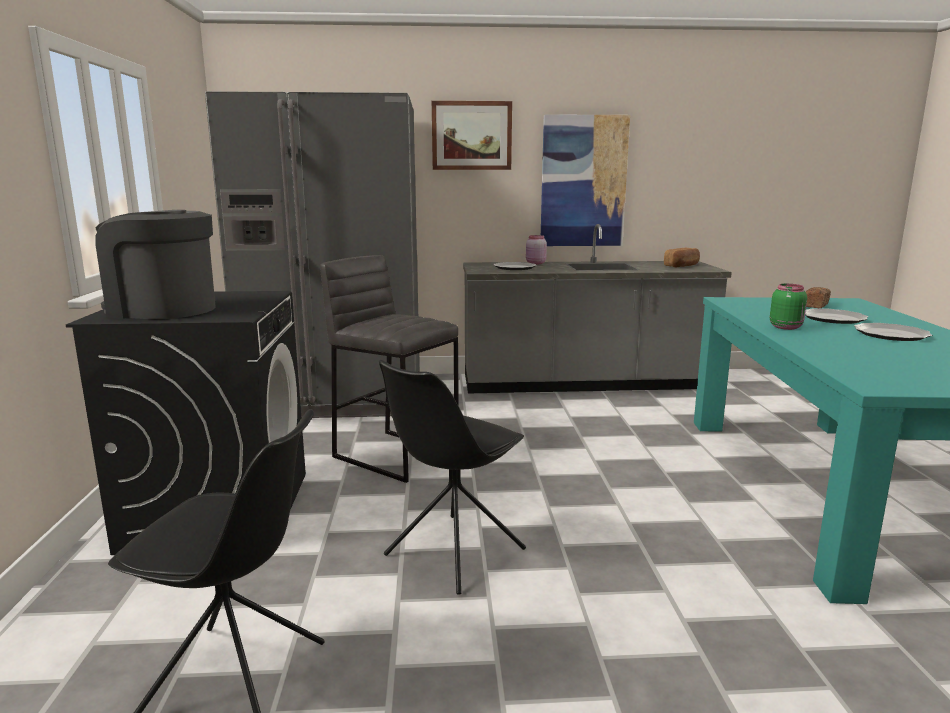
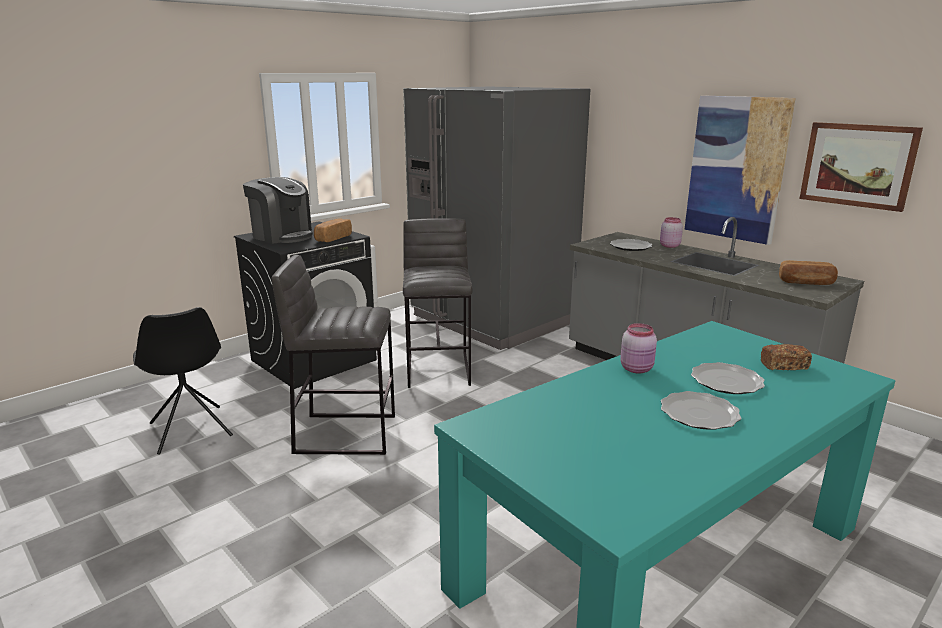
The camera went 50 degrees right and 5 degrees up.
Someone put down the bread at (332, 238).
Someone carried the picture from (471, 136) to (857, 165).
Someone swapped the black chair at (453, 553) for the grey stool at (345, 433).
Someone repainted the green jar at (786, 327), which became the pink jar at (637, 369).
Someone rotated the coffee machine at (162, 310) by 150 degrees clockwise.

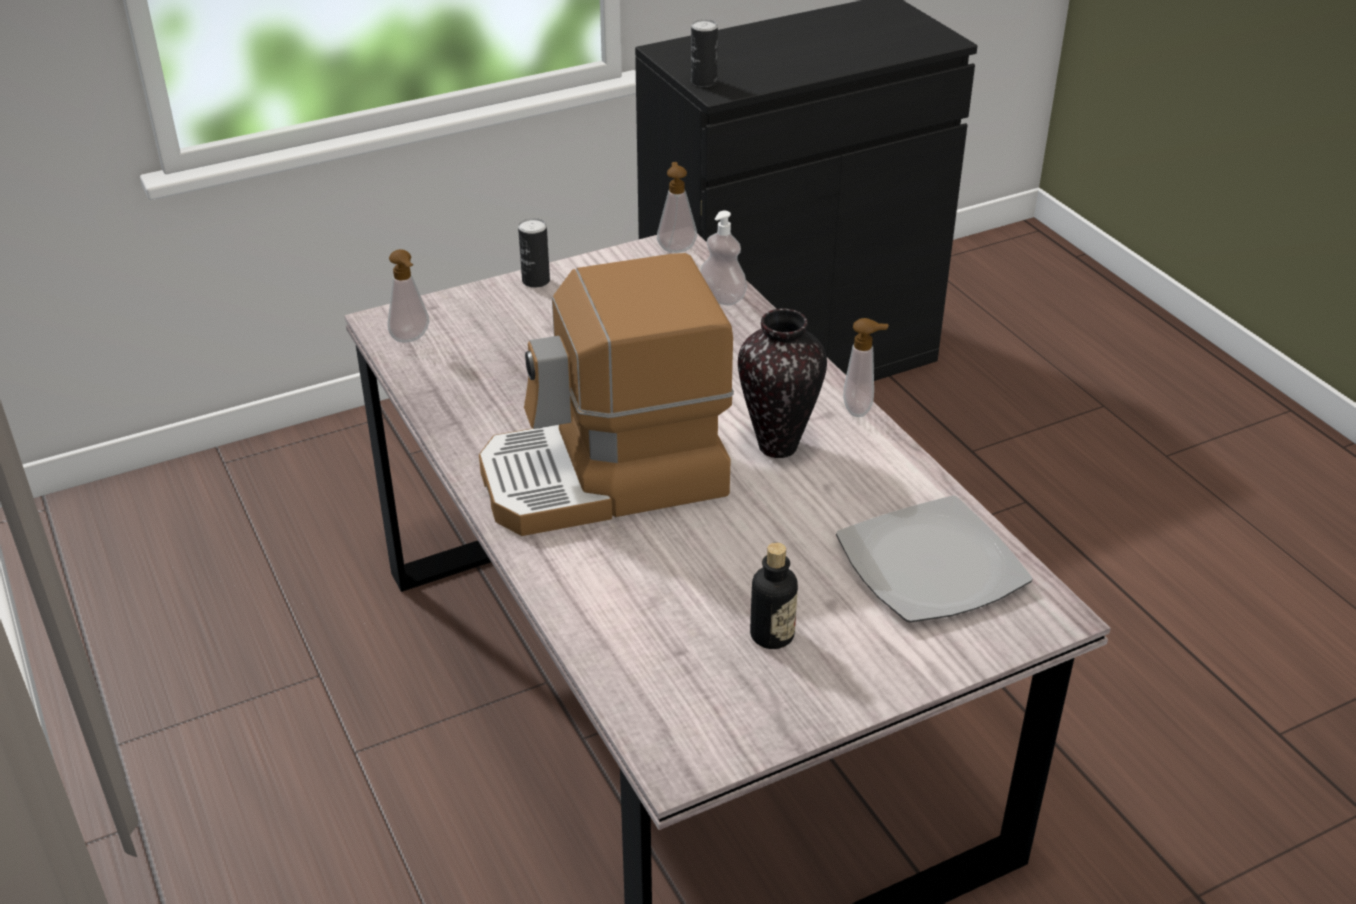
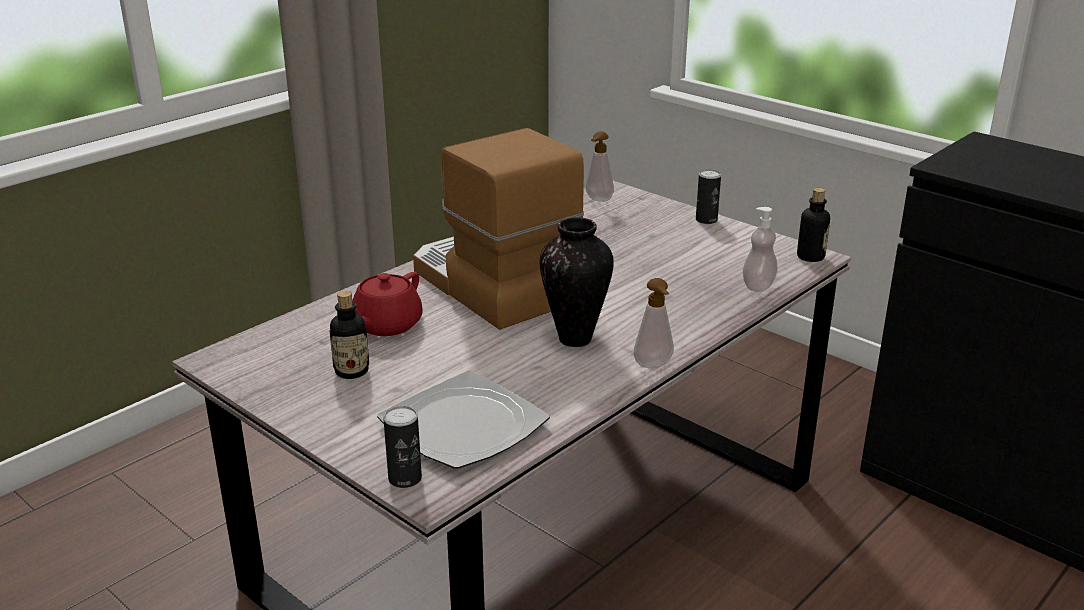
The camera went 70 degrees right and 10 degrees down.
Someone put down the red teapot at (386, 325).
Someone carried the can from (703, 82) to (405, 478).
Someone swapped the soap dispenser at (676, 247) for the bottle at (810, 257).

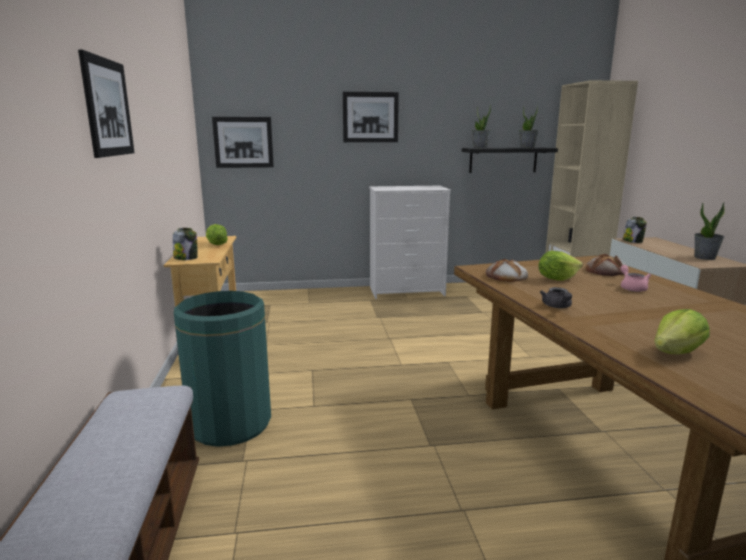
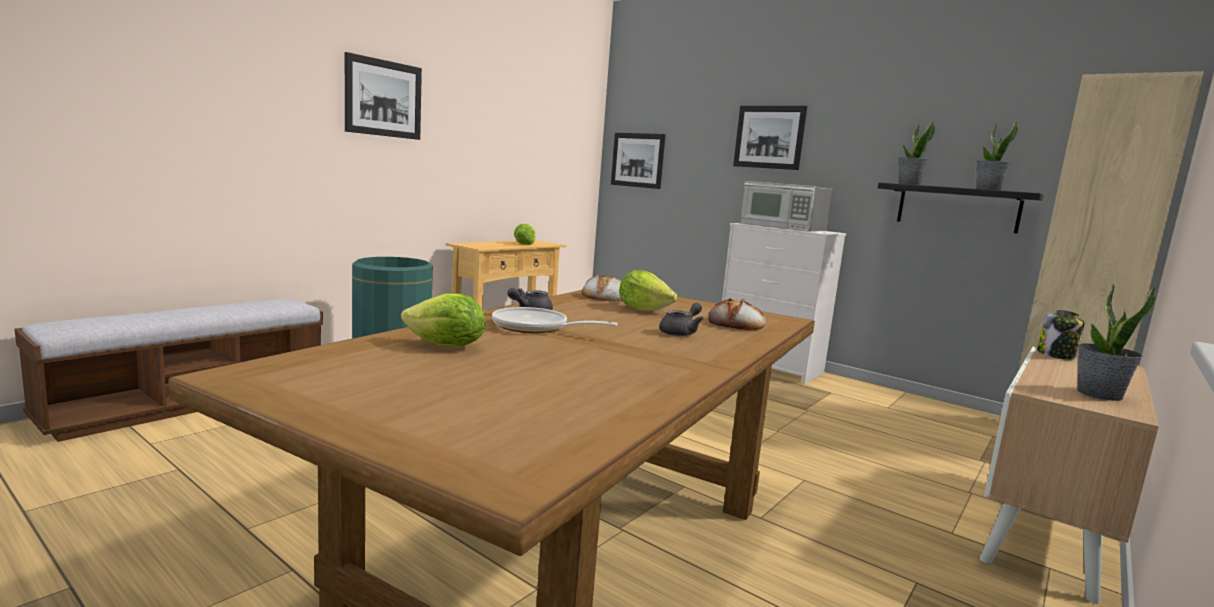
The camera went 45 degrees right and 5 degrees down.
Someone took away the jar at (186, 258).
Someone put down the frying pan at (536, 328).
Someone put down the microwave at (782, 227).
Someone repainted the pink teapot at (632, 288), which became the grey teapot at (681, 333).

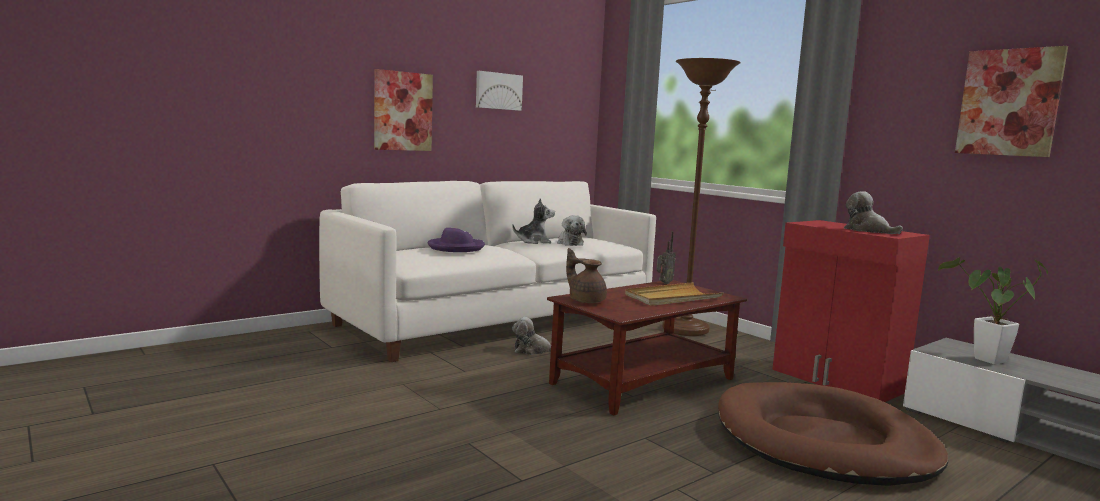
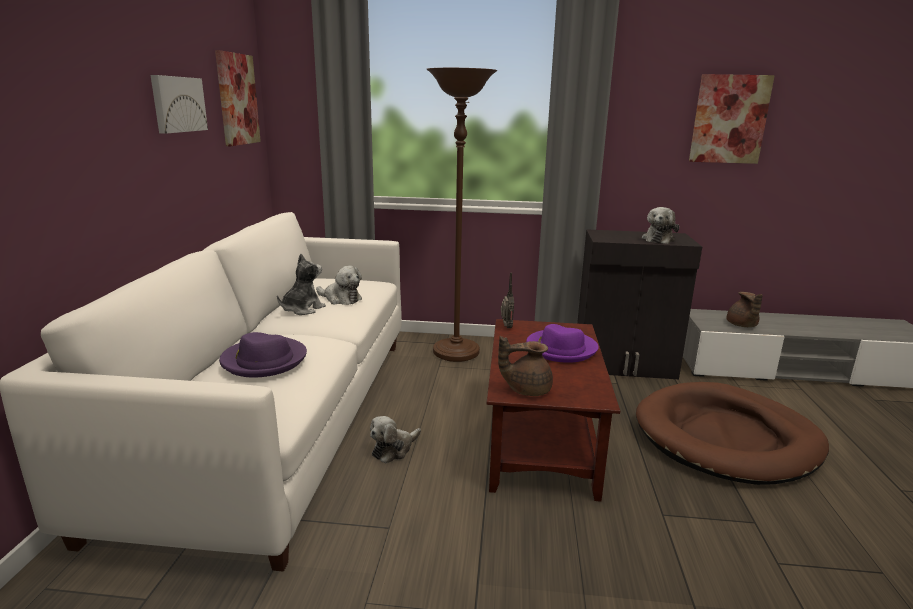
The camera went 45 degrees left and 10 degrees up.
Someone carried the picture from (403, 111) to (237, 99).
Someone swapped the beige tray at (672, 298) for the purple hat at (560, 349).
Someone swapped the potted plant at (985, 361) for the brown teapot at (741, 325).
Someone repainted the red cabinet at (837, 381), which became the black cabinet at (625, 365).
Someone rotated the plush toy at (868, 231) by 75 degrees counterclockwise.

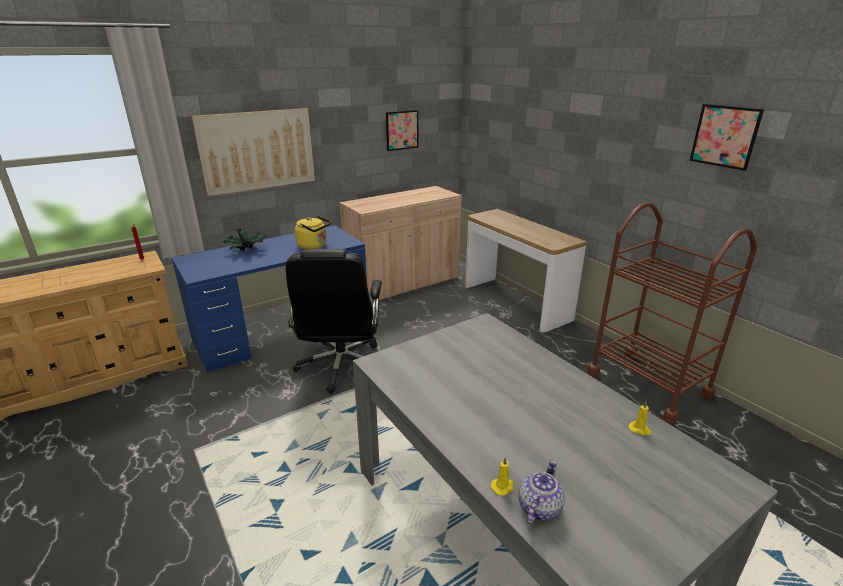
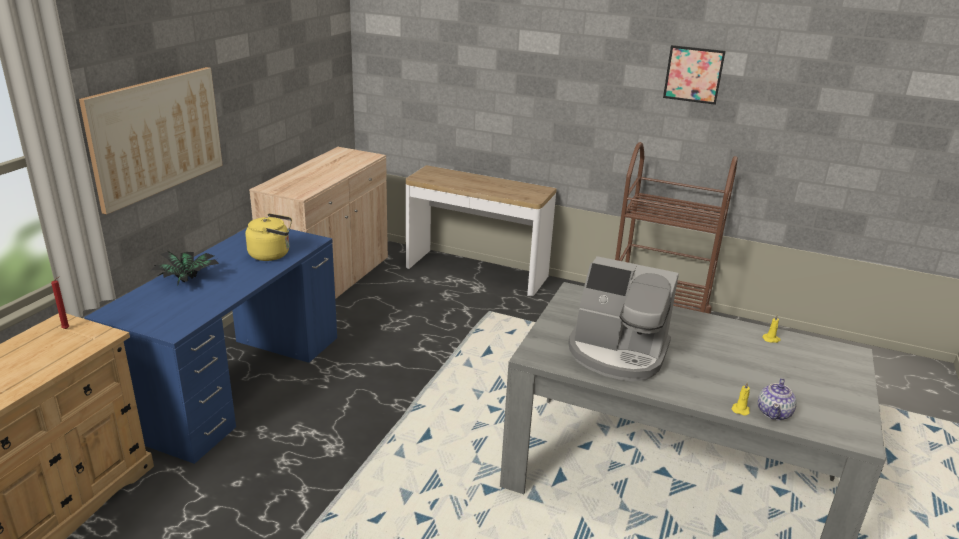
The camera went 35 degrees left and 0 degrees up.
Someone took away the black office chair at (341, 367).
Someone took away the picture at (402, 130).
Someone put down the coffee machine at (617, 353).
Someone rotated the teapot at (538, 508) by 150 degrees counterclockwise.

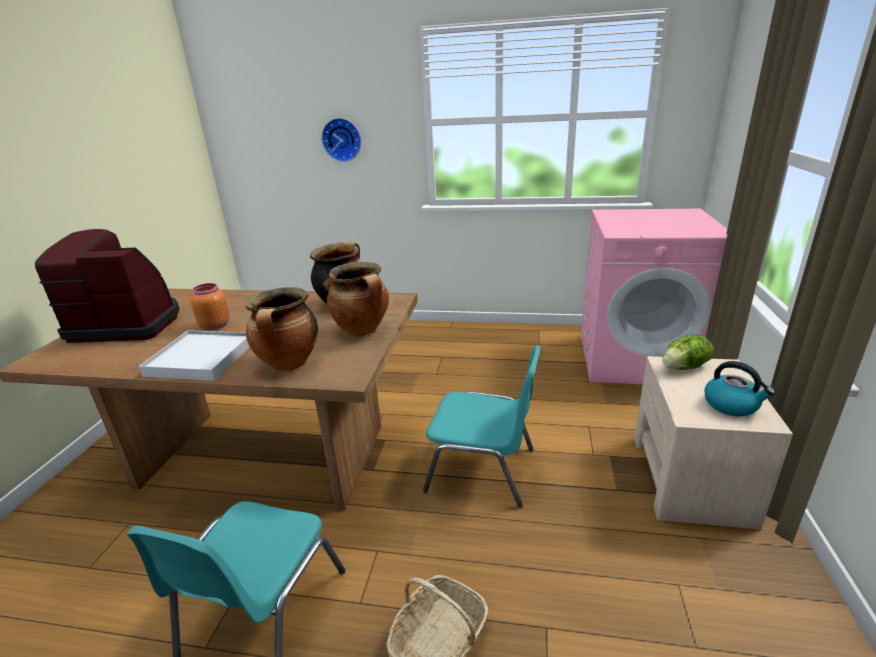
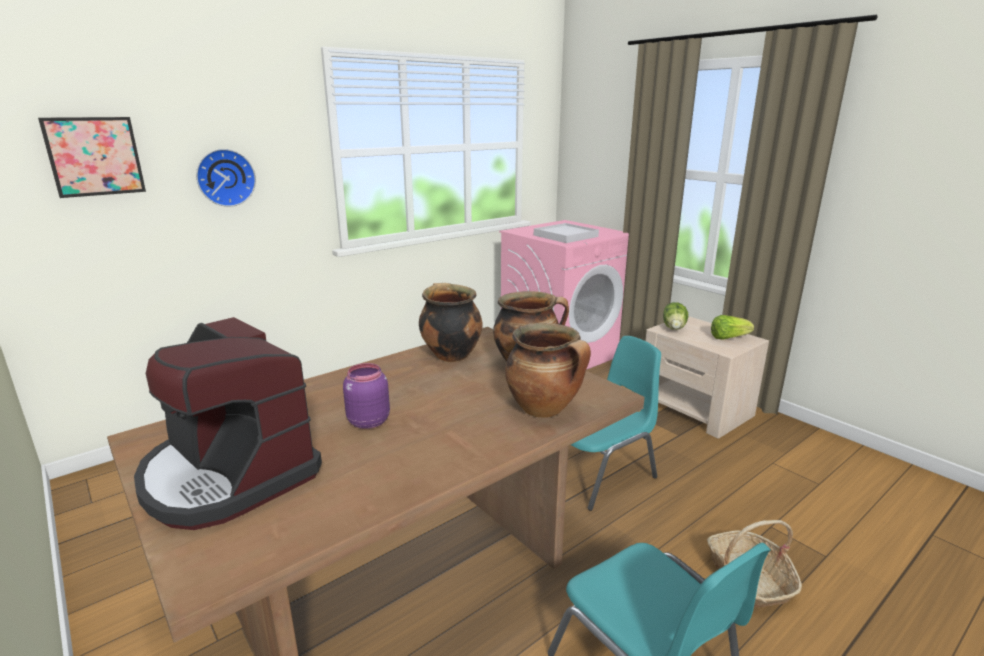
The camera went 50 degrees left and 5 degrees down.
Someone put up the picture at (95, 156).
Someone carried the white tray from (201, 358) to (565, 236).
Someone swapped the kettle at (732, 405) for the lettuce at (728, 338).
Someone repainted the orange jar at (215, 325), which became the purple jar at (367, 421).
Someone rotated the coffee machine at (128, 324) by 90 degrees counterclockwise.

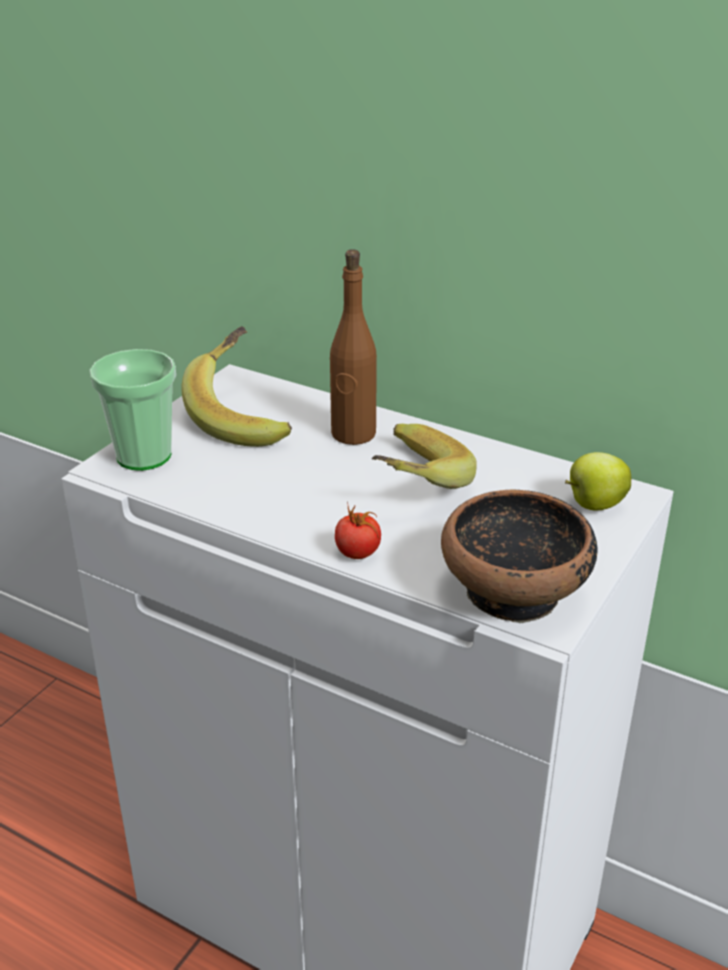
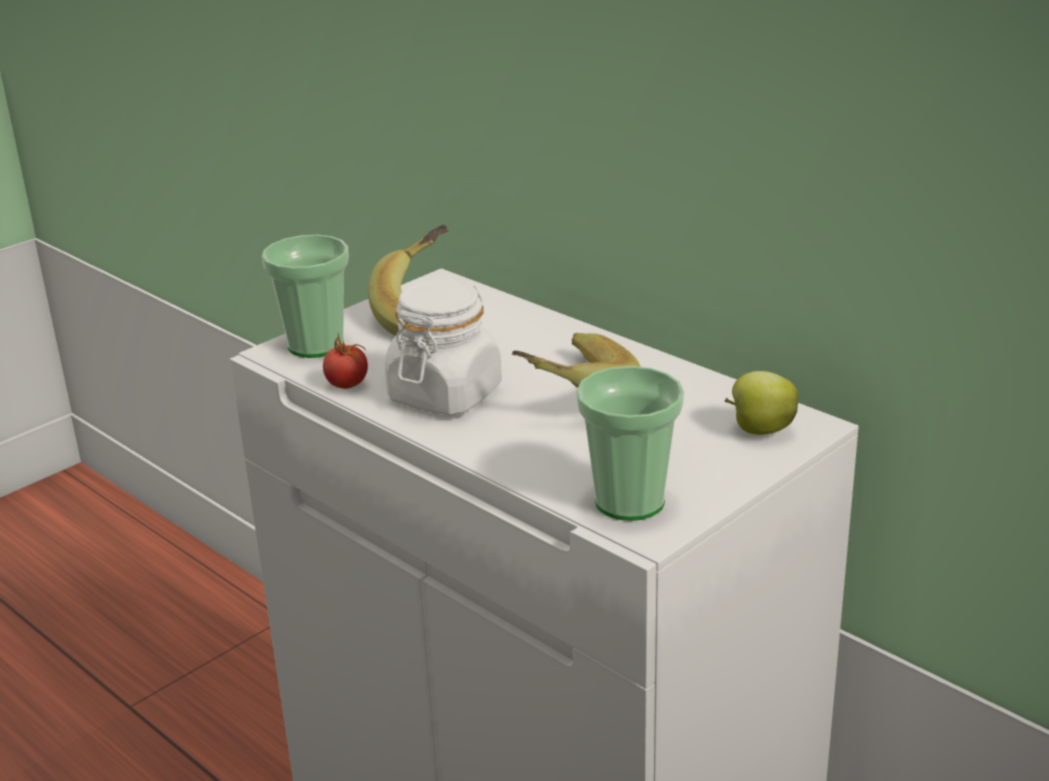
The camera went 15 degrees right and 5 degrees down.
Someone took away the brown bottle at (353, 434).
Someone put down the white jar at (445, 394).
Someone carried the tomato from (358, 553) to (347, 385).
Someone swapped the bowl at (515, 592) for the cup at (629, 501).

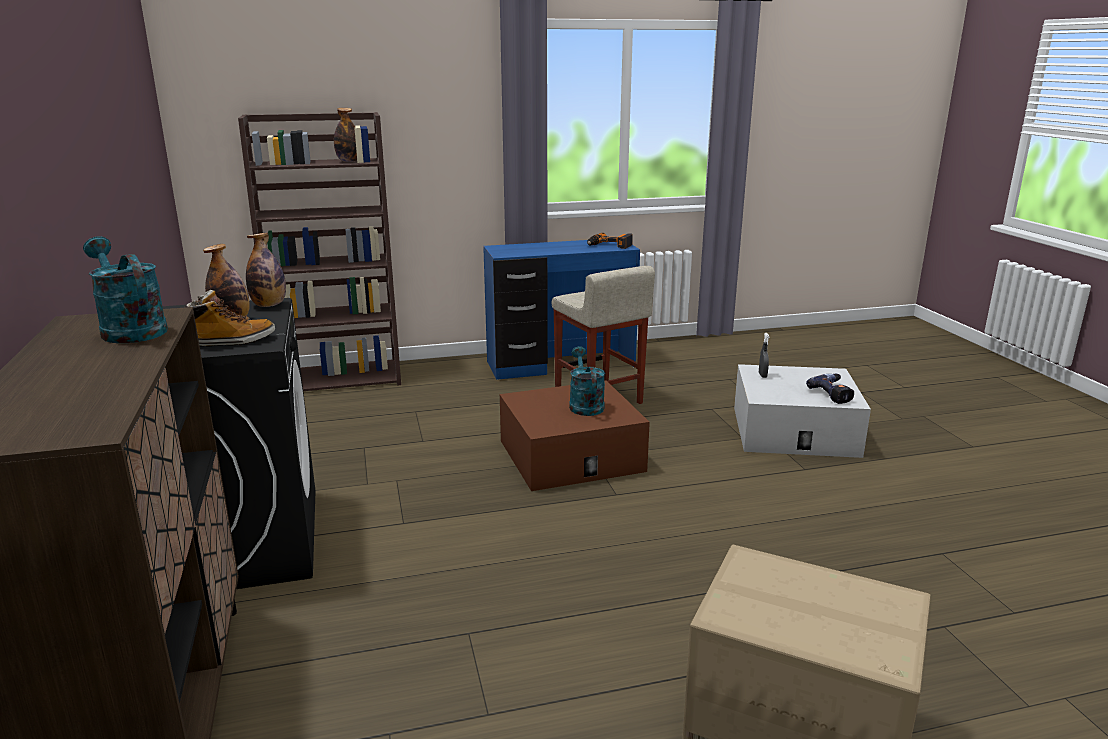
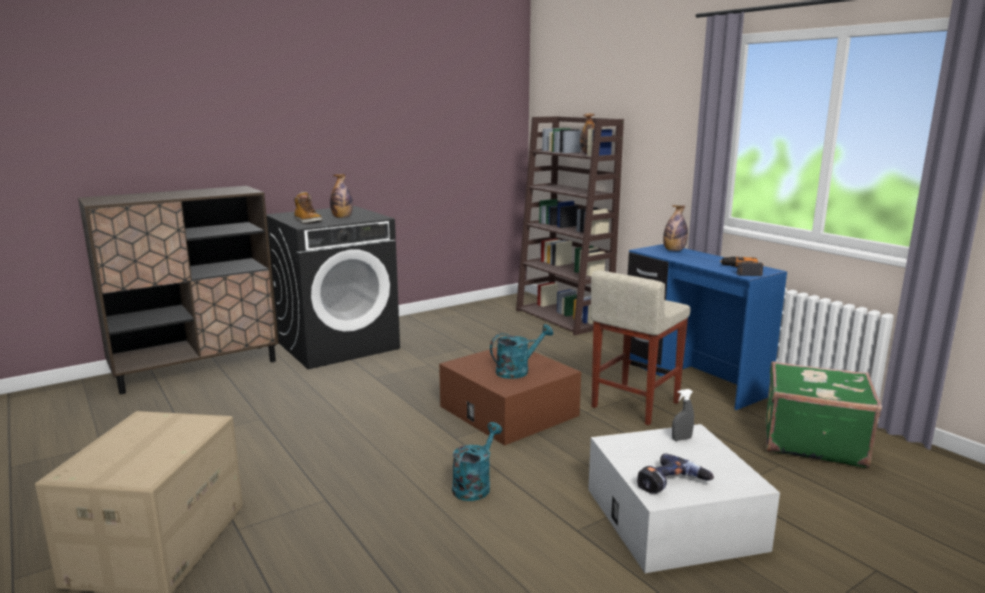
The camera went 70 degrees right and 5 degrees down.
Someone put down the green suitcase at (812, 441).
Someone carried the turquoise watering can from (130, 329) to (475, 485).
Someone carried the bottle from (269, 305) to (674, 250).

